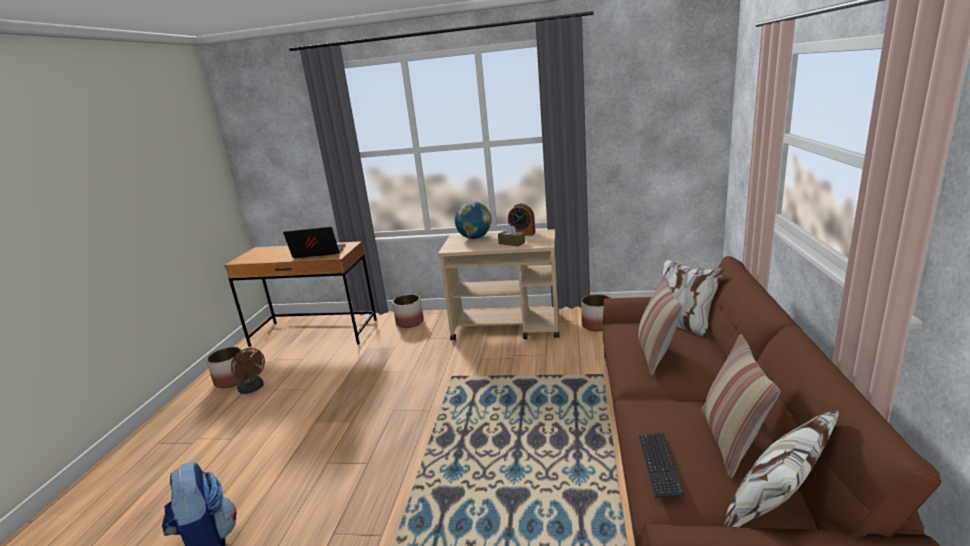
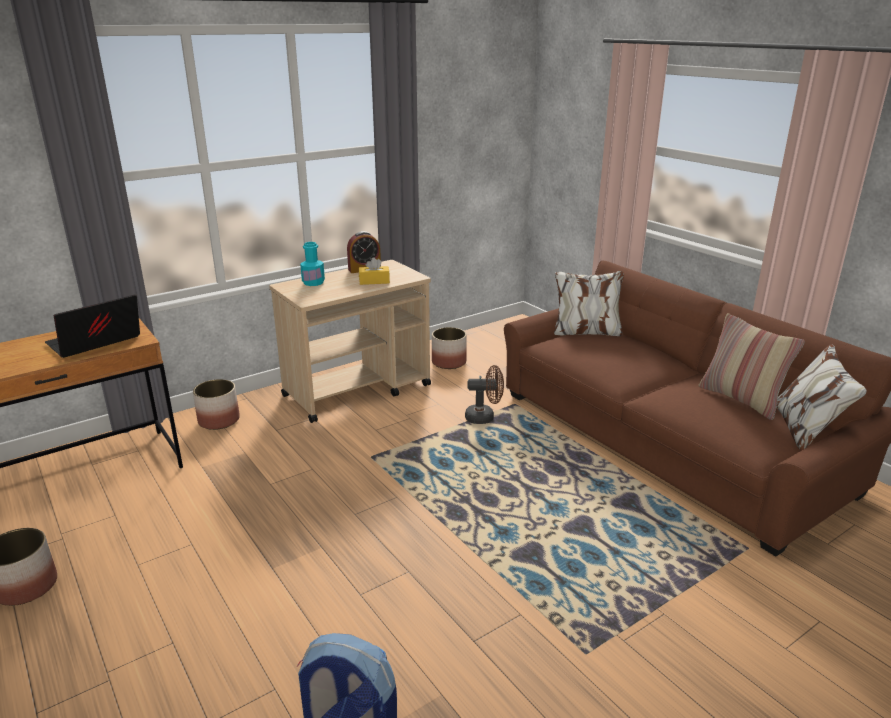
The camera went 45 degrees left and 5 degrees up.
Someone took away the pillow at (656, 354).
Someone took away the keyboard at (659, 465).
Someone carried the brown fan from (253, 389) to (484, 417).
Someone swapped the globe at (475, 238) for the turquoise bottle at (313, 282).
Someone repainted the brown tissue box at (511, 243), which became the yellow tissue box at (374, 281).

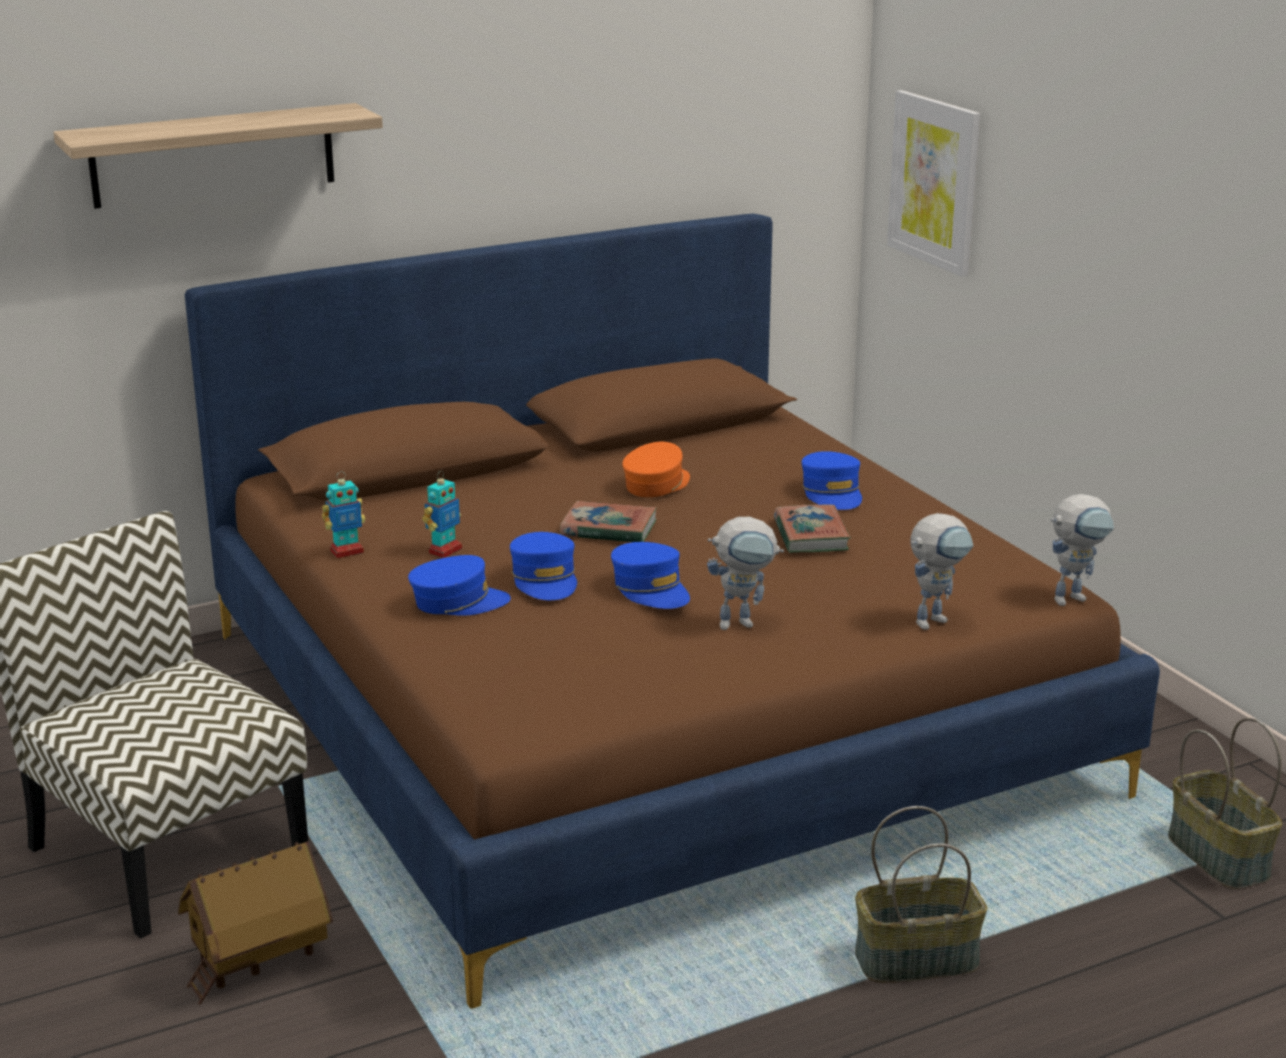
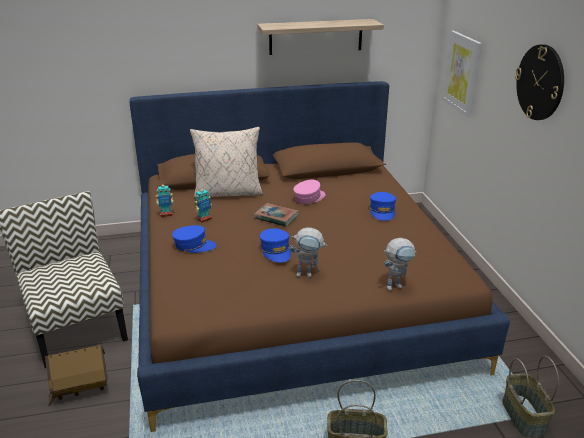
The camera went 15 degrees right and 5 degrees up.
Someone took away the blue cap at (545, 580).
Someone took away the book at (811, 535).
Someone took away the toy robot at (1074, 597).
Someone put down the beige pillow at (228, 192).
Someone put up the wall clock at (540, 82).
Someone carried the shelf from (213, 155) to (316, 37).
Someone repainted the orange cap at (656, 484), which became the pink cap at (309, 197).

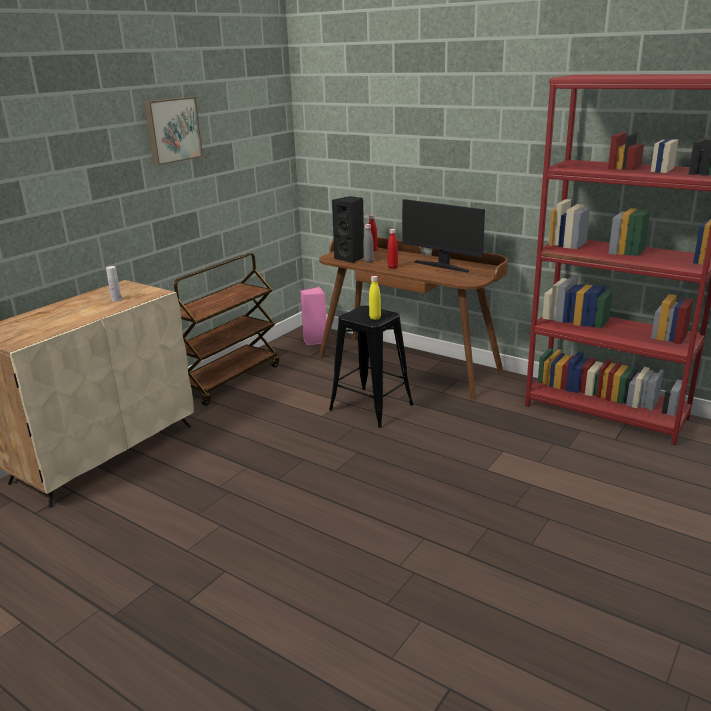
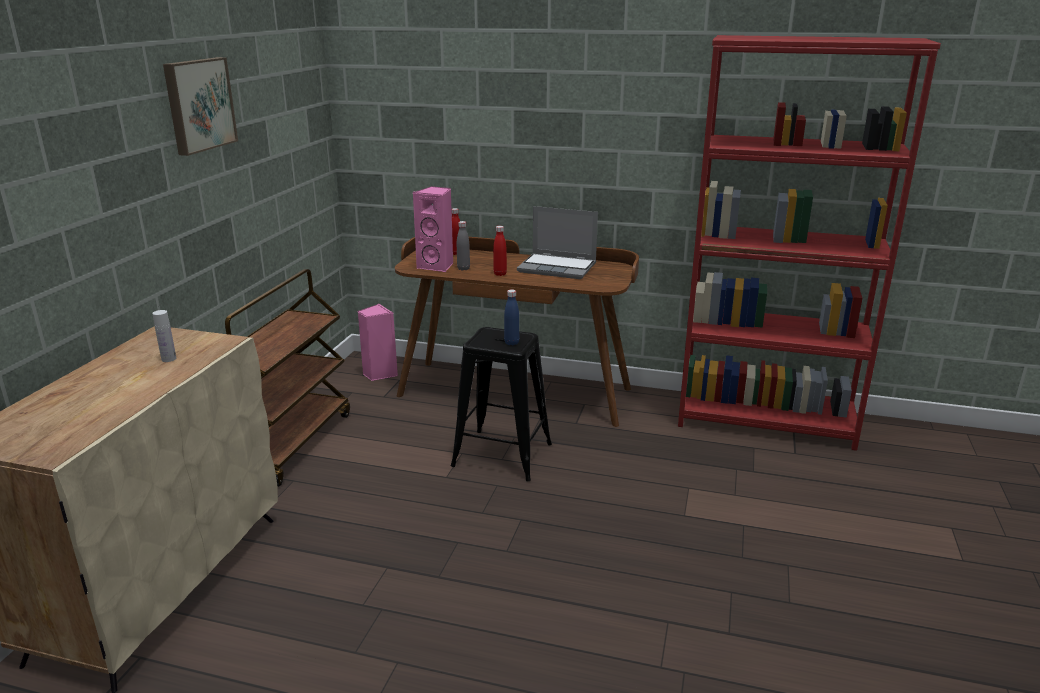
The camera went 20 degrees left and 0 degrees up.
Someone swapped the monitor at (442, 266) for the laptop at (558, 268).
Someone repainted the black speaker at (351, 258), which became the pink speaker at (437, 266).
Someone repainted the yellow bottle at (375, 318), which became the blue bottle at (511, 343).

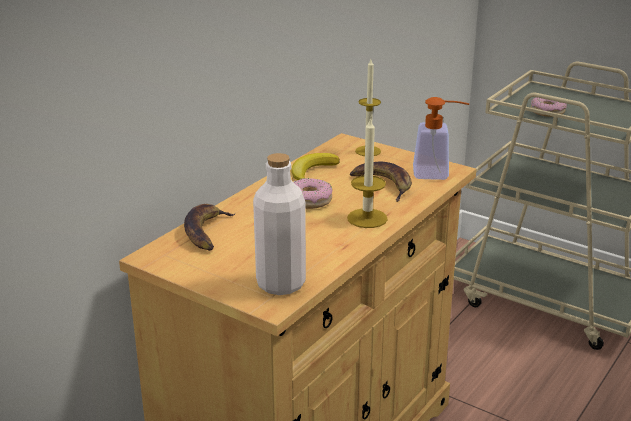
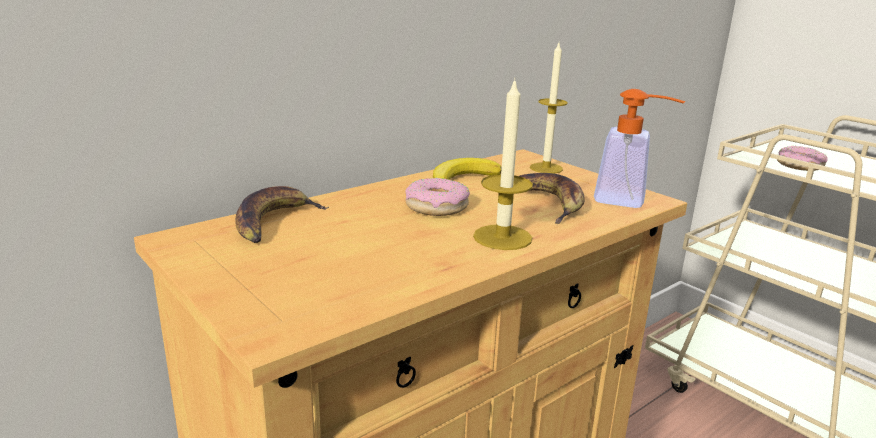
The camera went 15 degrees right and 5 degrees down.
Someone took away the white bottle at (281, 284).

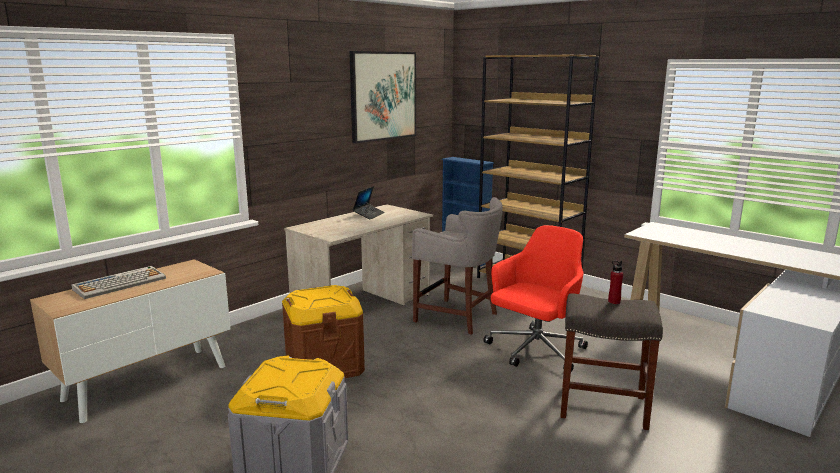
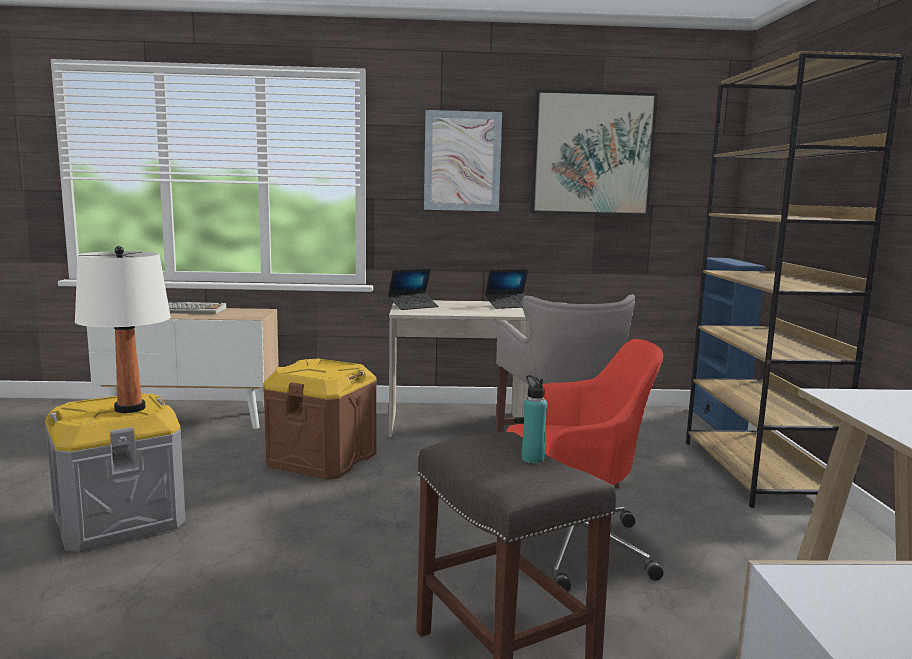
The camera went 45 degrees right and 5 degrees down.
Someone put down the white table lamp at (129, 408).
Someone put down the laptop at (413, 306).
Someone put up the picture at (462, 161).
Someone repainted the red bottle at (614, 301), which became the turquoise bottle at (532, 459).

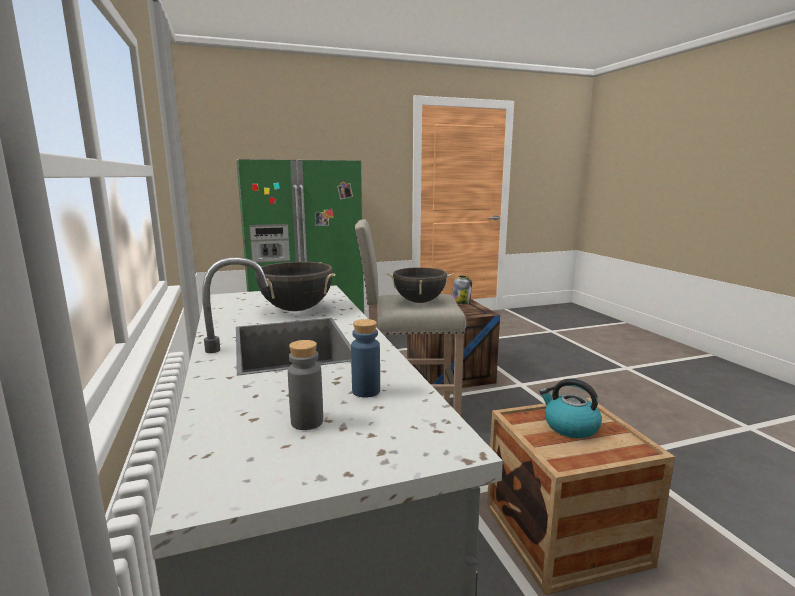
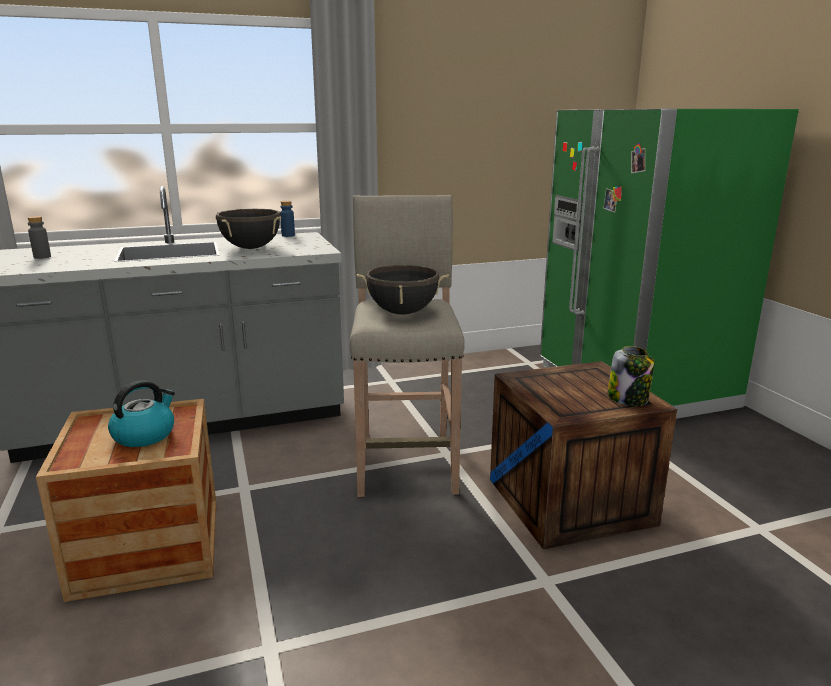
The camera went 90 degrees right and 5 degrees up.
Someone carried the blue bottle from (366, 391) to (288, 235).

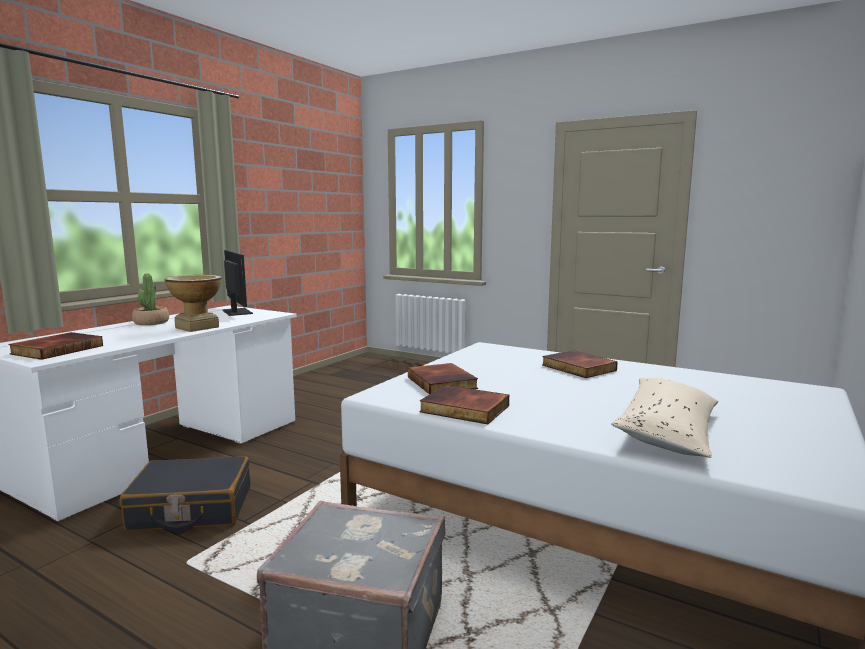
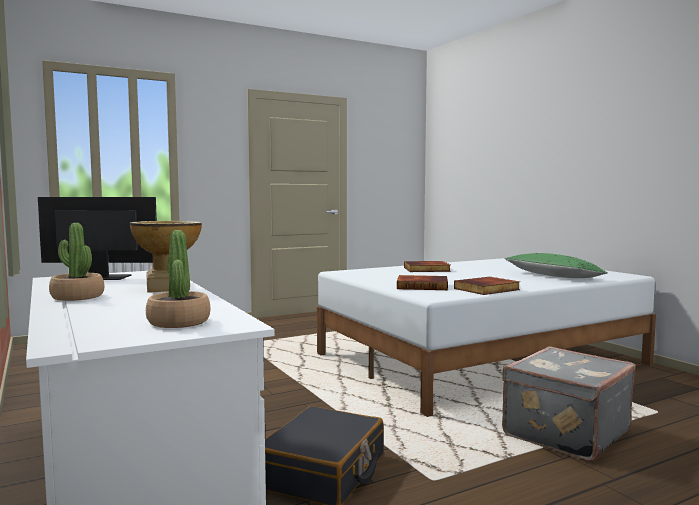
The camera went 60 degrees left and 5 degrees down.
Someone swapped the book at (57, 349) for the potted plant at (178, 322).
Someone repainted the beige pillow at (668, 431), which became the green pillow at (553, 276).

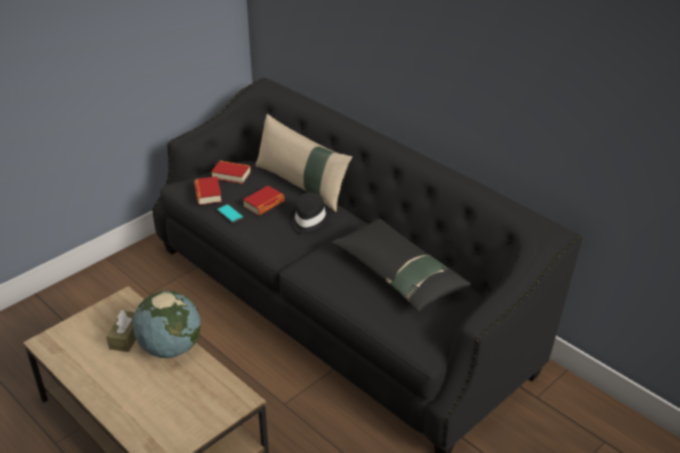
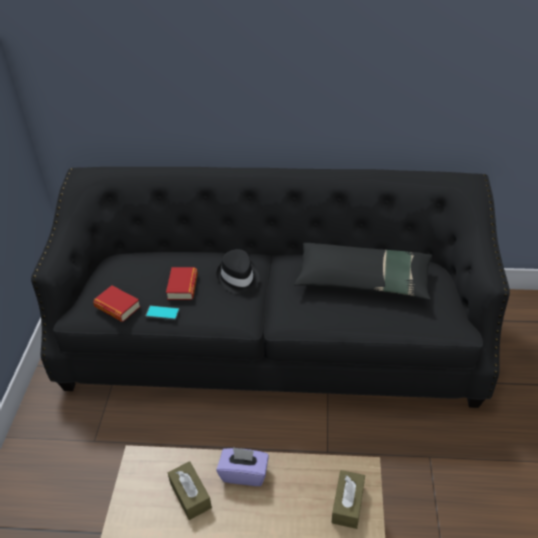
The camera went 40 degrees left and 5 degrees up.
Someone took away the book at (231, 175).
Someone took away the beige pillow at (302, 185).
Someone put down the brown tissue box at (348, 504).
Someone swapped the globe at (170, 348) for the purple tissue box at (244, 473).

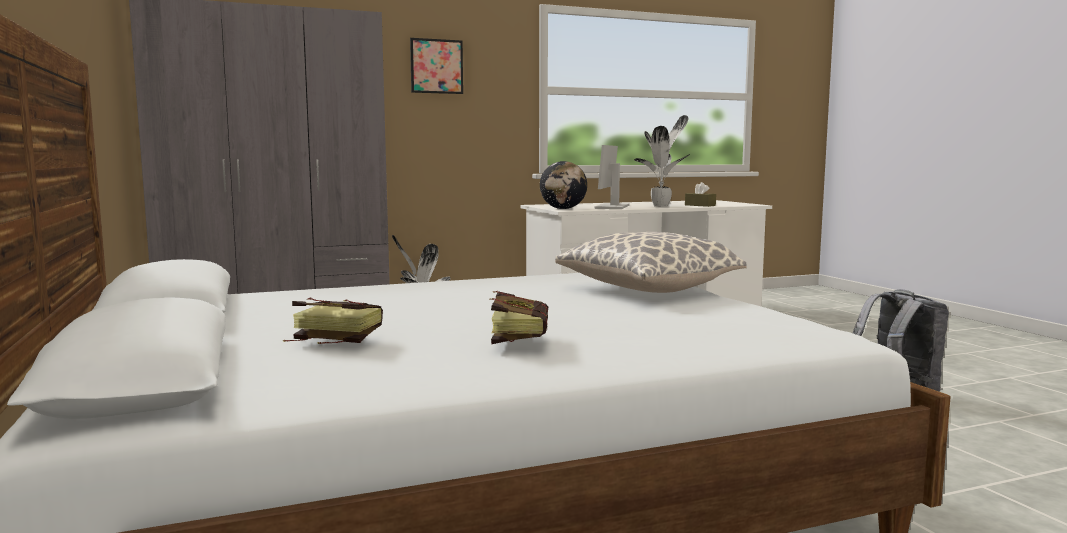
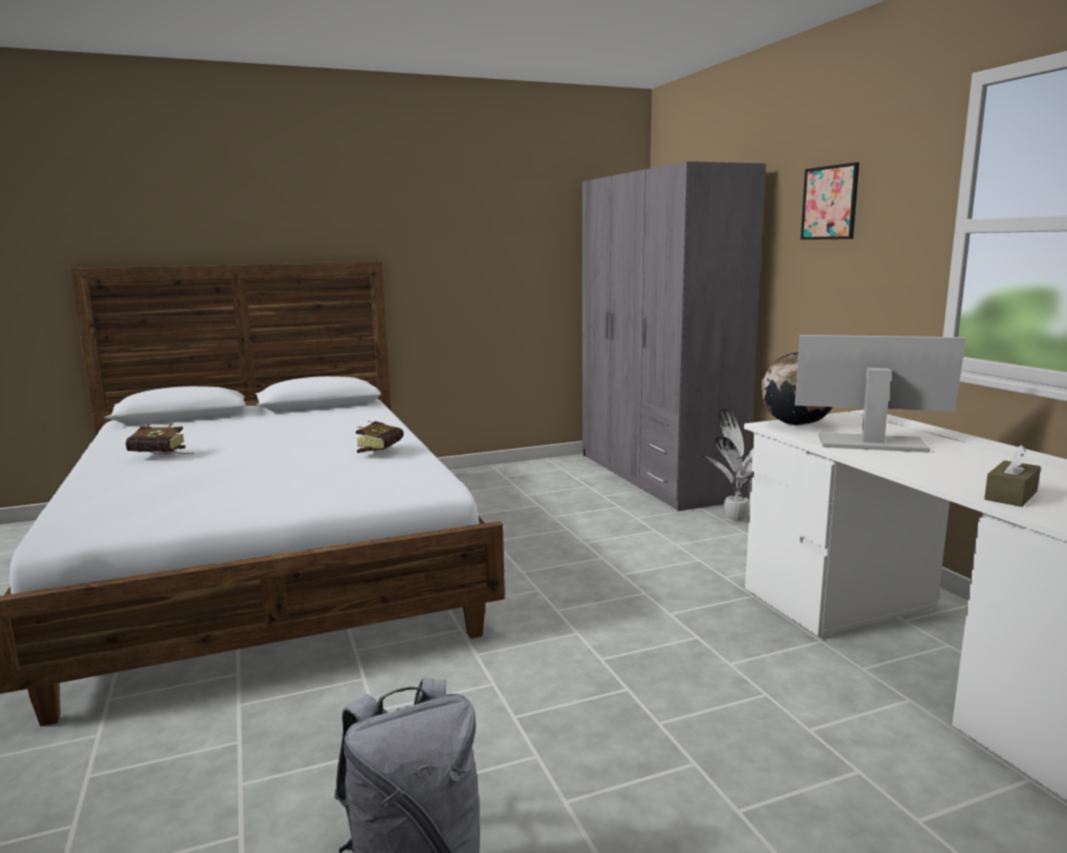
The camera went 90 degrees right and 5 degrees up.
Someone took away the pillow at (647, 290).
Someone took away the potted plant at (662, 206).
Someone carried the book from (330, 341) to (383, 450).

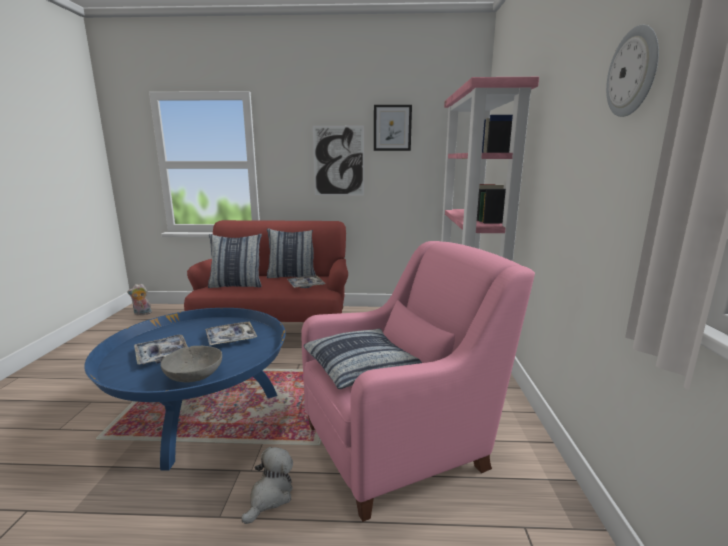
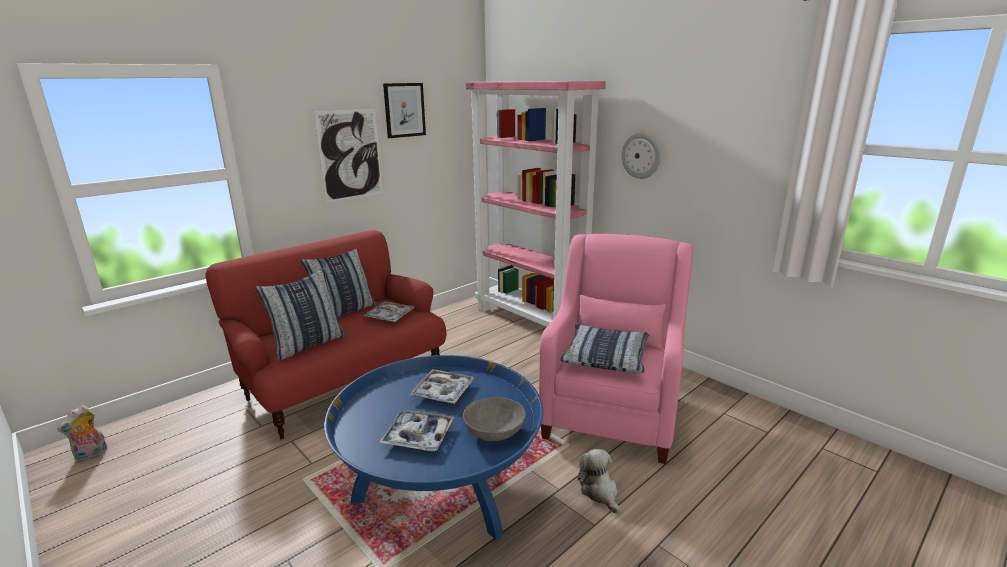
The camera went 45 degrees left and 5 degrees up.
Someone carried the wall clock from (633, 72) to (641, 155).

